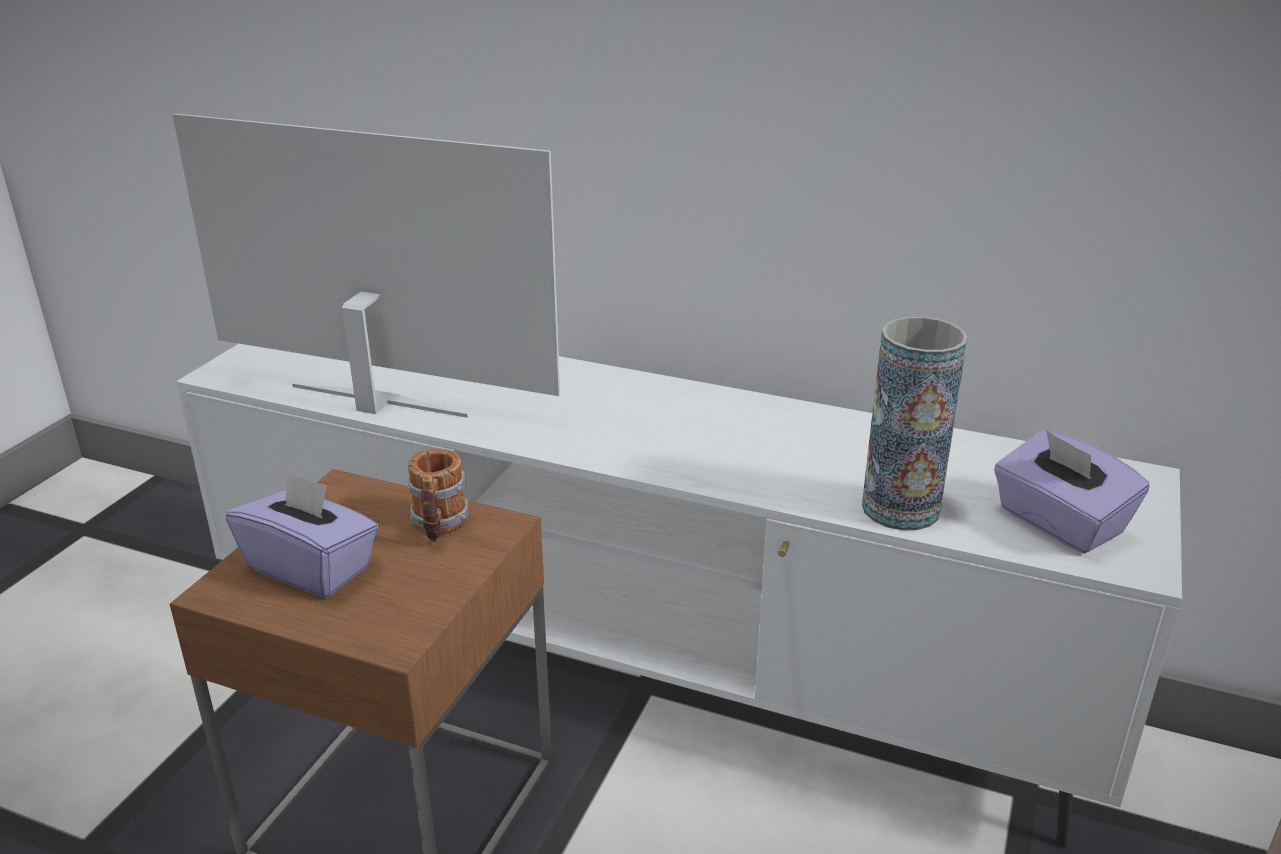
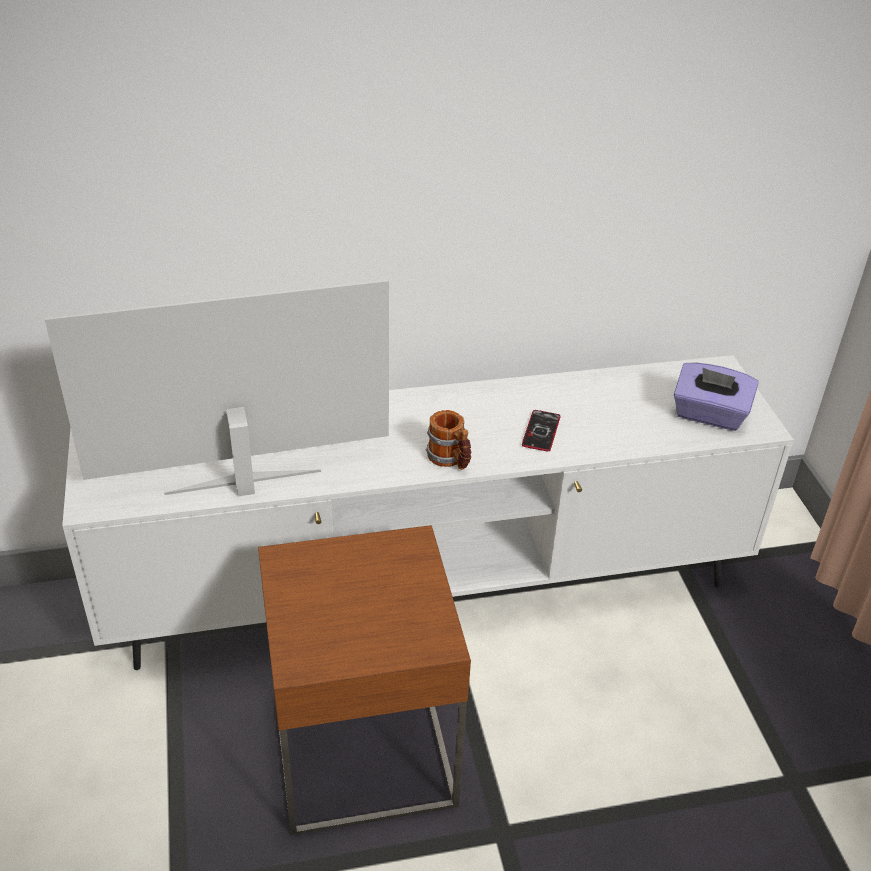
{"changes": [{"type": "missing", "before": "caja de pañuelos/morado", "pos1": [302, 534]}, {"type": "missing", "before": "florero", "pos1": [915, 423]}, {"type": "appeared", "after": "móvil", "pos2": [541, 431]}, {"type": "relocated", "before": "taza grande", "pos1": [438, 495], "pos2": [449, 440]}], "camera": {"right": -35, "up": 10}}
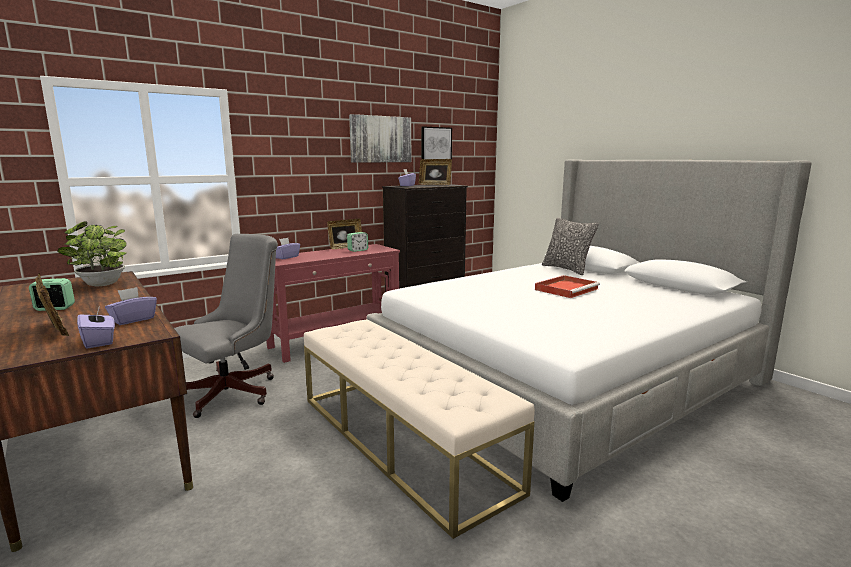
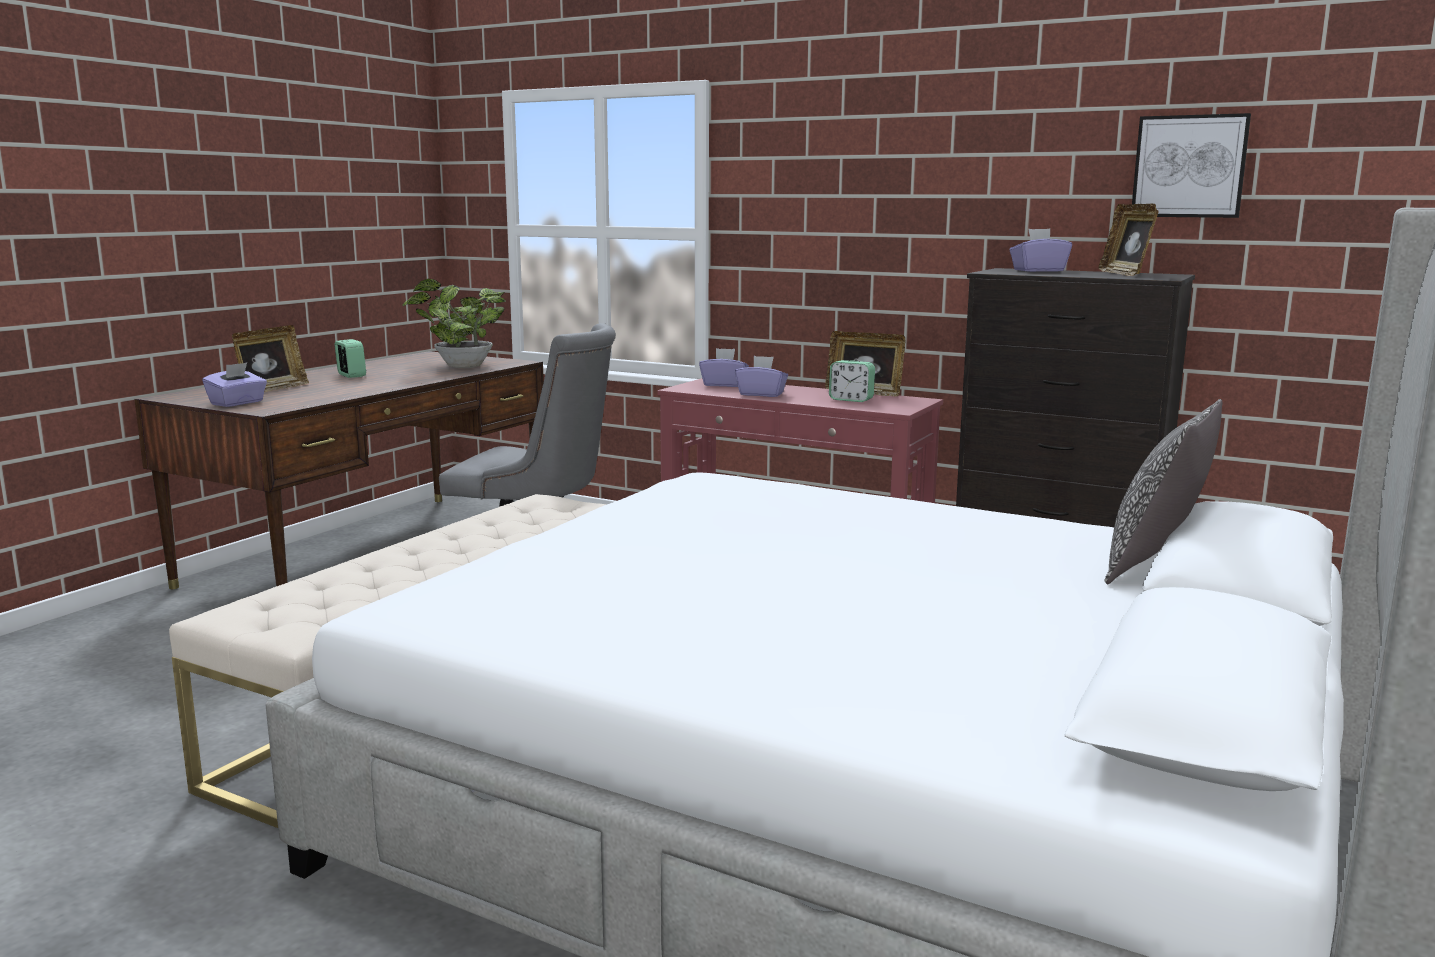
{"changes": [{"type": "missing", "before": "cuadro", "pos1": [380, 138]}, {"type": "missing", "before": "bandeja/rojo", "pos1": [567, 286]}, {"type": "relocated", "before": "caja de pañuelos/morado", "pos1": [131, 306], "pos2": [761, 376]}], "camera": {"right": 65, "up": 0}}
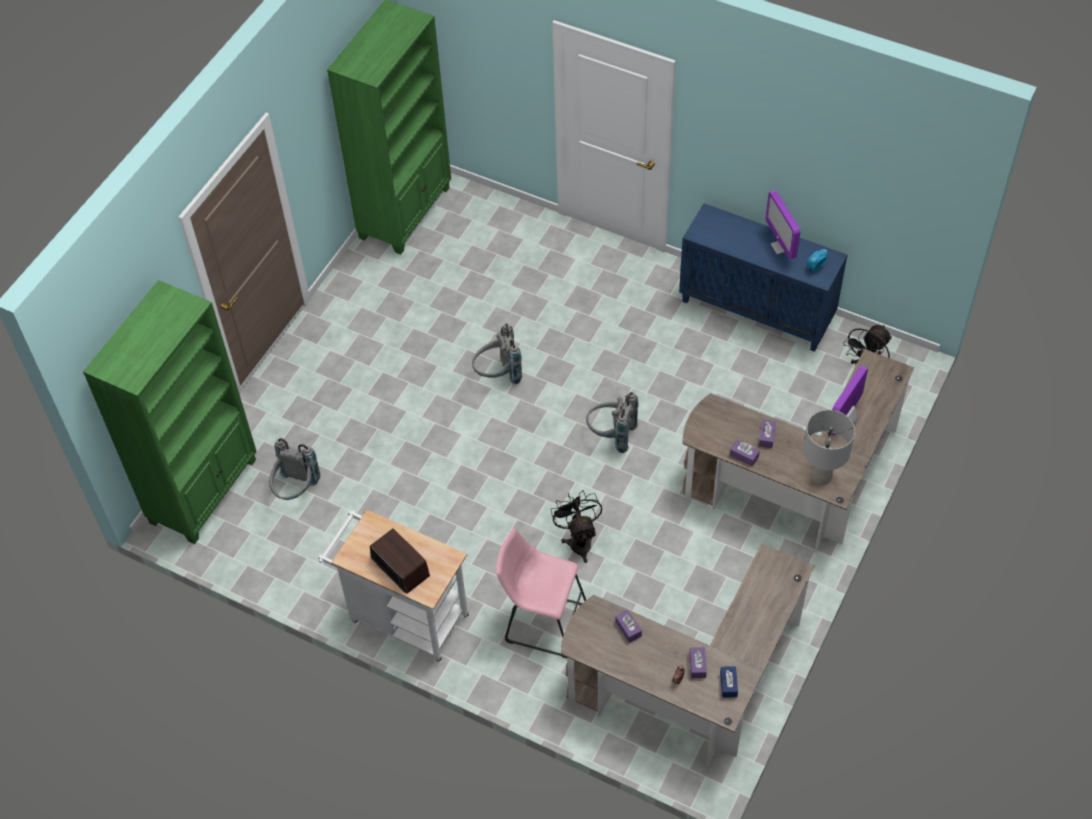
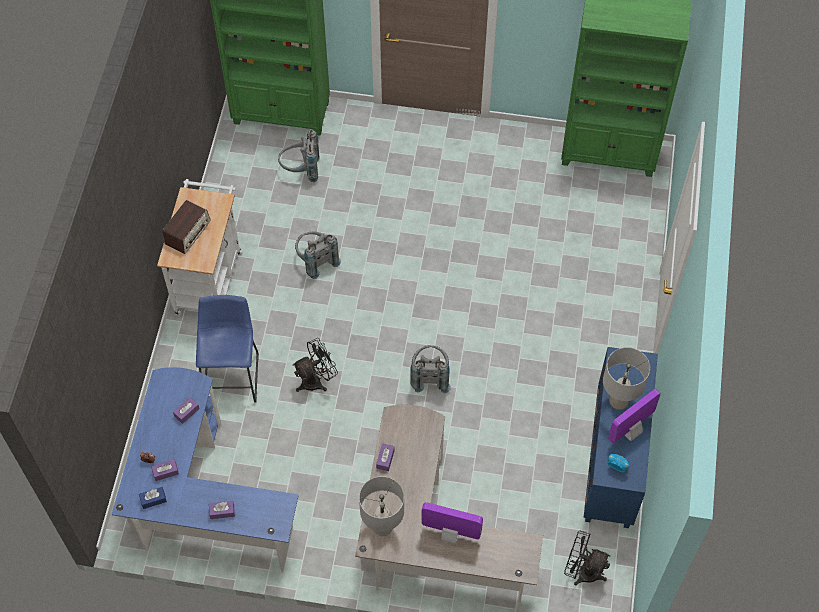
{"changes": [{"type": "appeared", "after": "lámpara de mesa/gris", "pos2": [626, 378]}, {"type": "relocated", "before": "mochila/gris", "pos1": [497, 354], "pos2": [318, 255]}, {"type": "relocated", "before": "caja de pañuelos/morado", "pos1": [767, 434], "pos2": [222, 510]}, {"type": "colour", "before": "taburete/rosa", "after": "taburete/azul", "pos1": [541, 593], "pos2": [227, 348]}, {"type": "colour", "before": "escritorio/marrón", "after": "escritorio/azul", "pos1": [688, 655], "pos2": [205, 470]}], "camera": {"right": 70, "up": 5}}
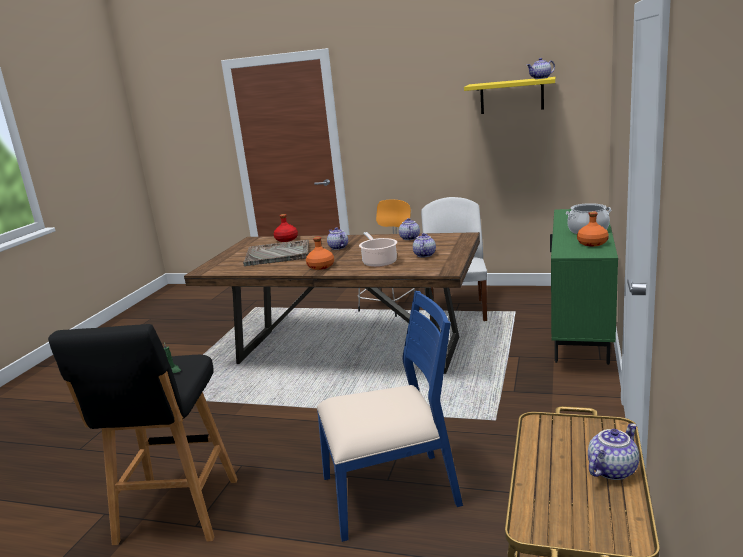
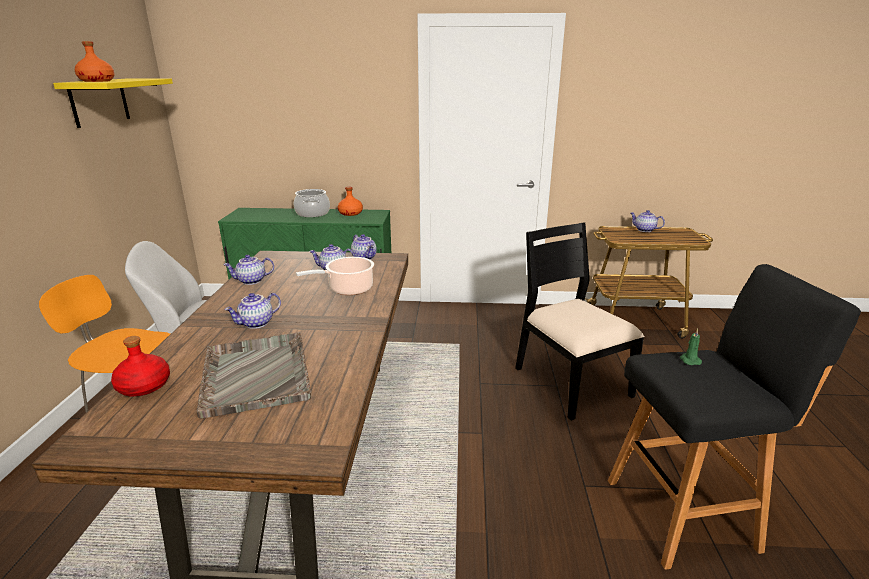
{"changes": [{"type": "relocated", "before": "botella/naranja", "pos1": [320, 253], "pos2": [95, 61]}, {"type": "relocated", "before": "tetera", "pos1": [541, 68], "pos2": [364, 247]}, {"type": "colour", "before": "silla/azul", "after": "silla/negro", "pos1": [390, 416], "pos2": [579, 322]}], "camera": {"right": -105, "up": 5}}
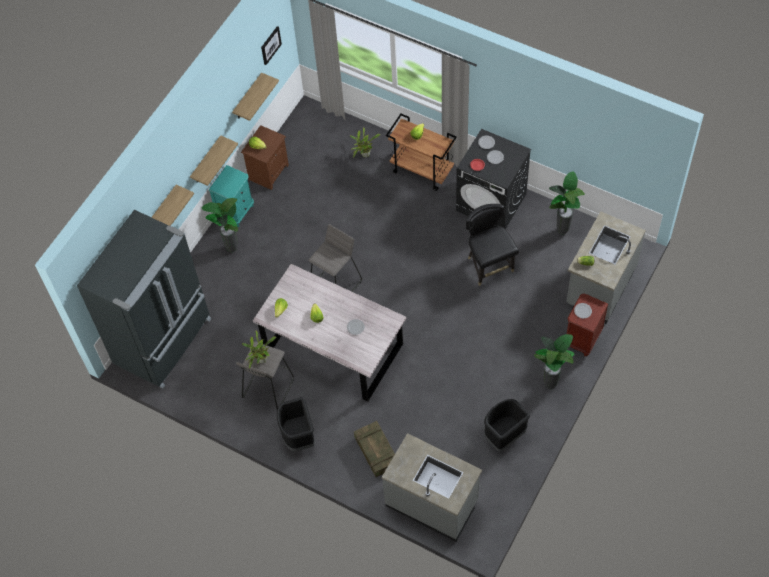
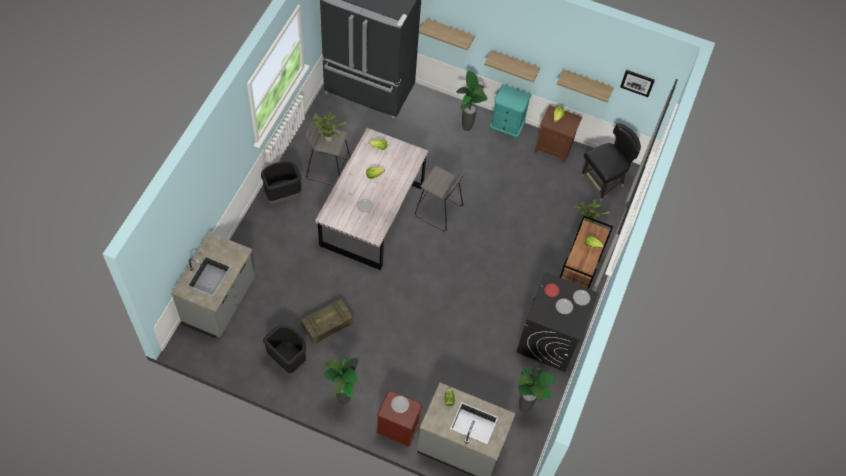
{"changes": [{"type": "relocated", "before": "caja de embalaje", "pos1": [374, 449], "pos2": [327, 321]}, {"type": "relocated", "before": "silla/negro", "pos1": [492, 245], "pos2": [611, 162]}], "camera": {"right": 75, "up": 0}}
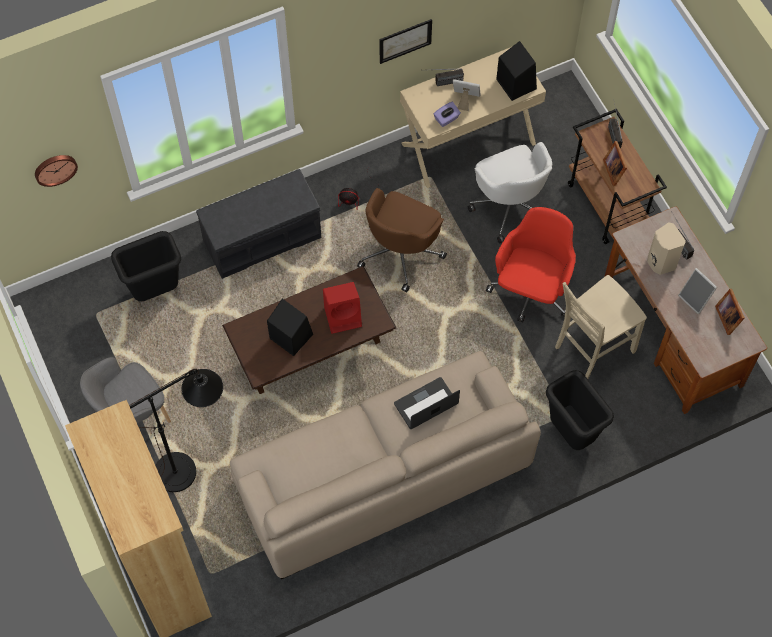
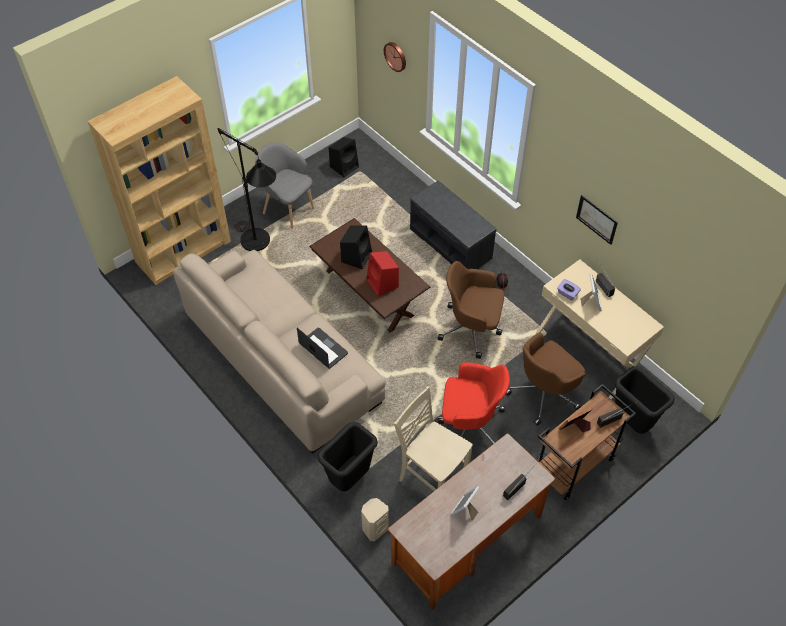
{"changes": [{"type": "missing", "before": "portarretratos", "pos1": [730, 312]}, {"type": "relocated", "before": "papelera/negro", "pos1": [146, 266], "pos2": [645, 400]}, {"type": "relocated", "before": "altavoz/negro", "pos1": [516, 71], "pos2": [344, 157]}, {"type": "relocated", "before": "altavoz/beis", "pos1": [666, 248], "pos2": [375, 519]}, {"type": "colour", "before": "silla de oficina/blanco", "after": "silla de oficina/marrón", "pos1": [510, 193], "pos2": [546, 379]}], "camera": {"right": 75, "up": -10}}
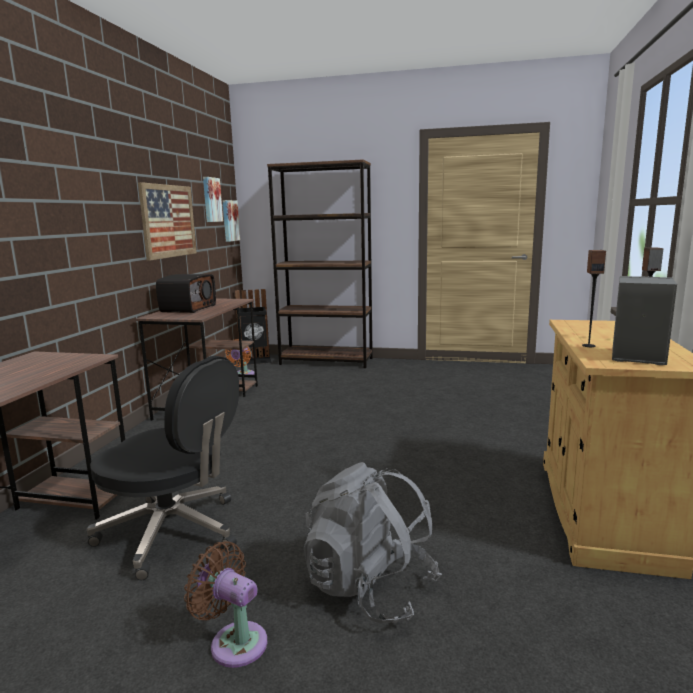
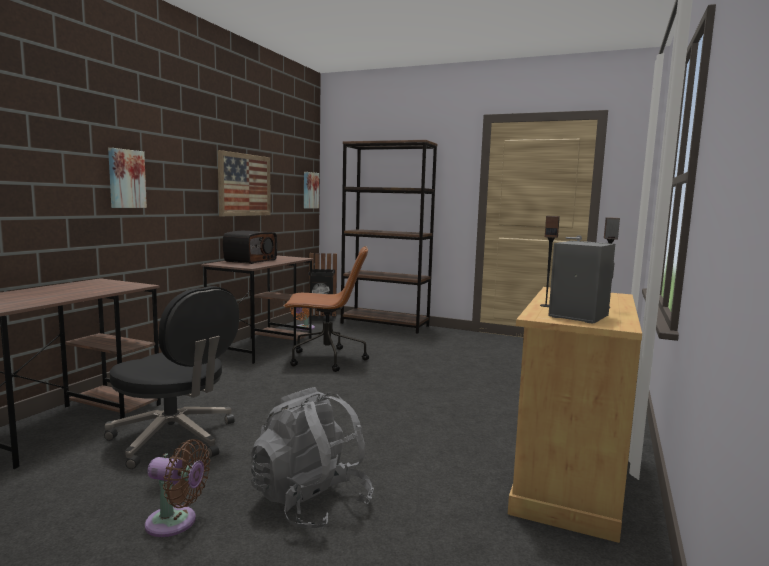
{"changes": [{"type": "appeared", "after": "silla de oficina/marrón", "pos2": [326, 309]}, {"type": "relocated", "before": "cuadro", "pos1": [213, 199], "pos2": [127, 178]}, {"type": "spun", "before": "ventilador/marrón", "pos1": [225, 604], "pos2": [177, 488], "turn": 150}], "camera": {"right": 10, "up": -5}}
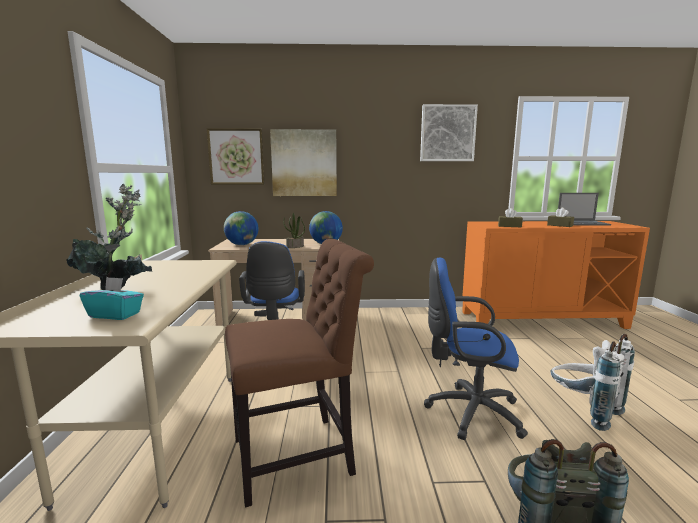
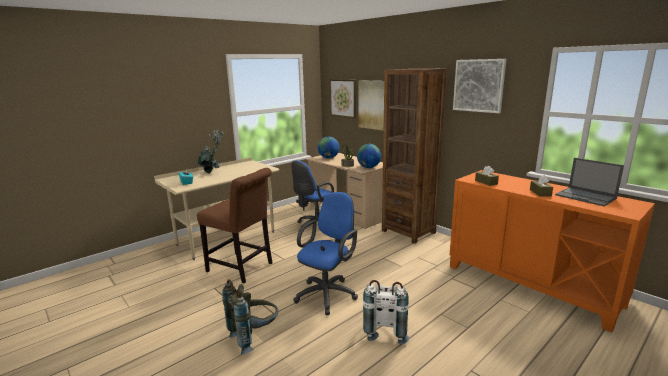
{"changes": [{"type": "appeared", "after": "estantería/marrón", "pos2": [414, 156]}, {"type": "spun", "before": "silla de oficina/azul", "pos1": [476, 349], "pos2": [325, 253], "turn": 60}], "camera": {"right": 50, "up": 5}}
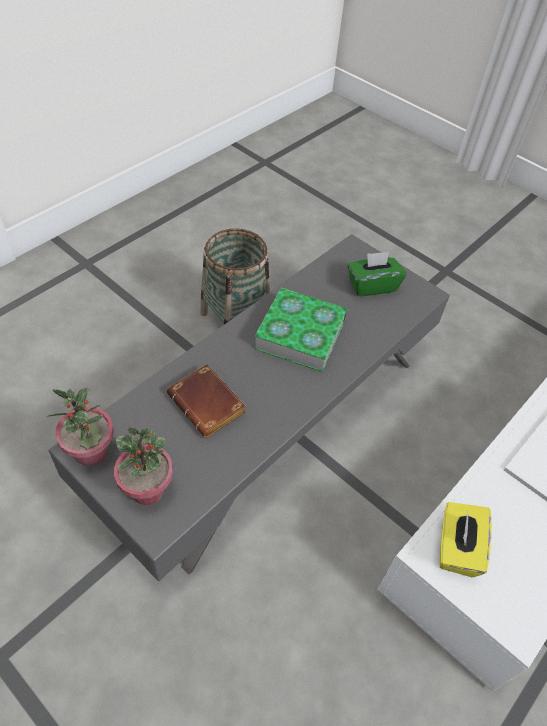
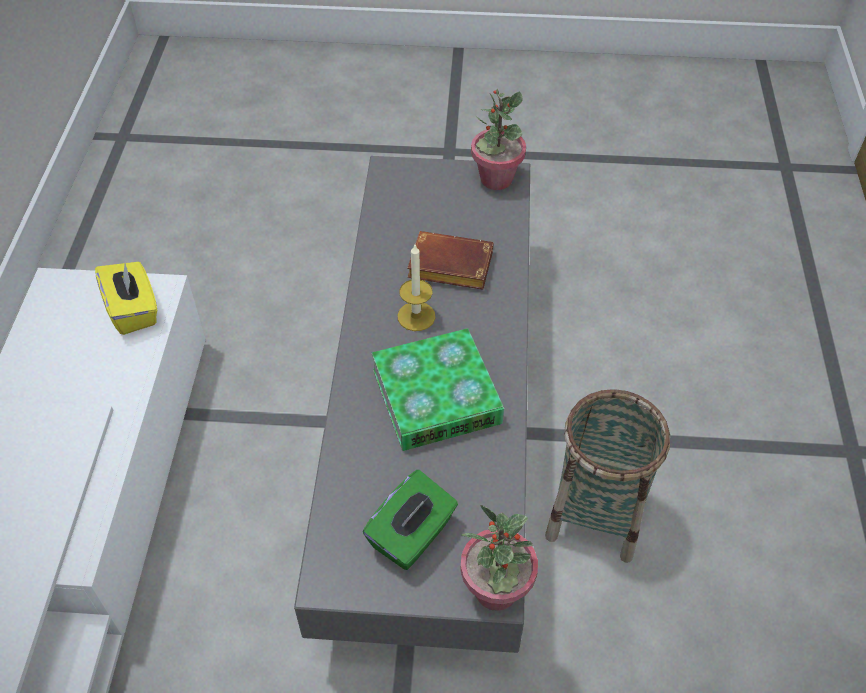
{"changes": [{"type": "appeared", "after": "vela", "pos2": [416, 288]}, {"type": "relocated", "before": "planta en maceta", "pos1": [143, 466], "pos2": [499, 558]}], "camera": {"right": 145, "up": 0}}
